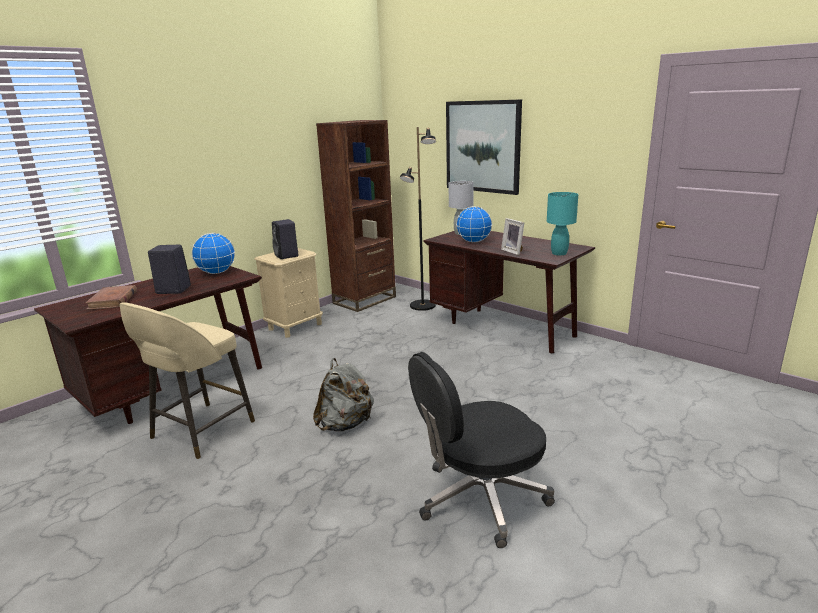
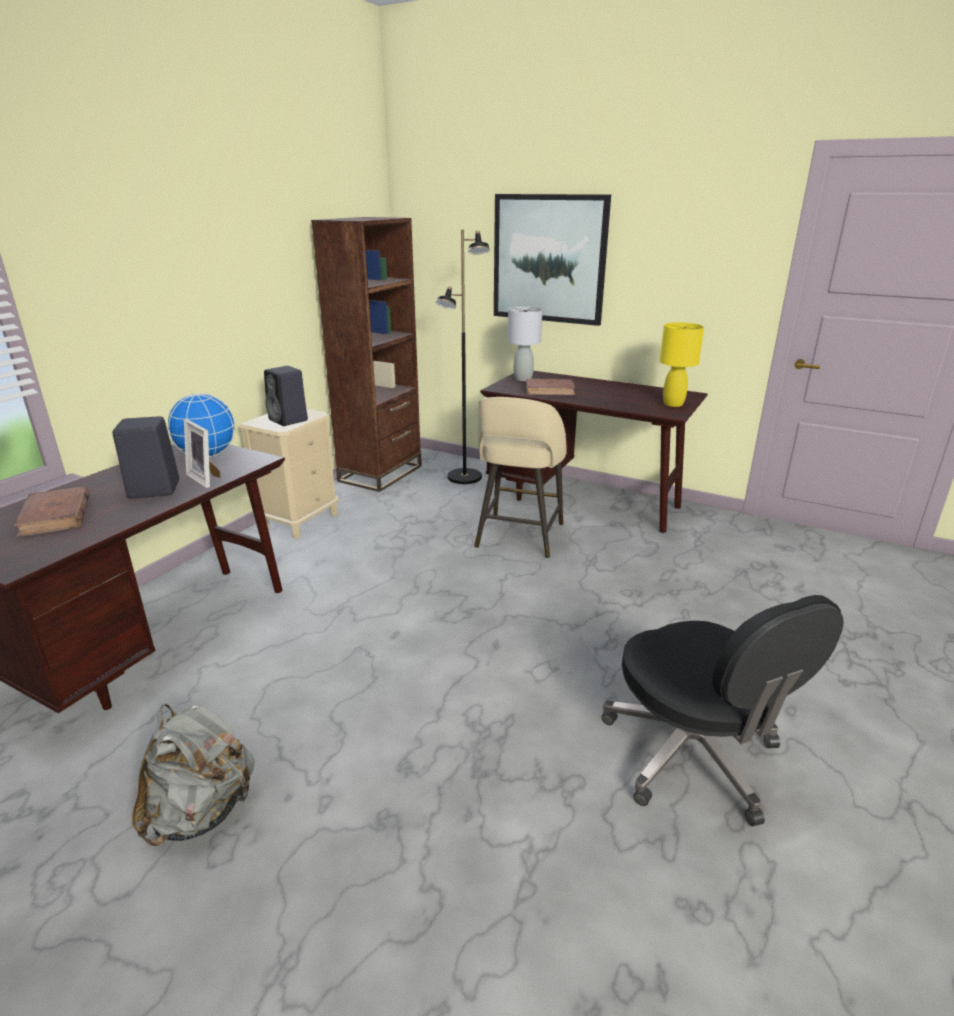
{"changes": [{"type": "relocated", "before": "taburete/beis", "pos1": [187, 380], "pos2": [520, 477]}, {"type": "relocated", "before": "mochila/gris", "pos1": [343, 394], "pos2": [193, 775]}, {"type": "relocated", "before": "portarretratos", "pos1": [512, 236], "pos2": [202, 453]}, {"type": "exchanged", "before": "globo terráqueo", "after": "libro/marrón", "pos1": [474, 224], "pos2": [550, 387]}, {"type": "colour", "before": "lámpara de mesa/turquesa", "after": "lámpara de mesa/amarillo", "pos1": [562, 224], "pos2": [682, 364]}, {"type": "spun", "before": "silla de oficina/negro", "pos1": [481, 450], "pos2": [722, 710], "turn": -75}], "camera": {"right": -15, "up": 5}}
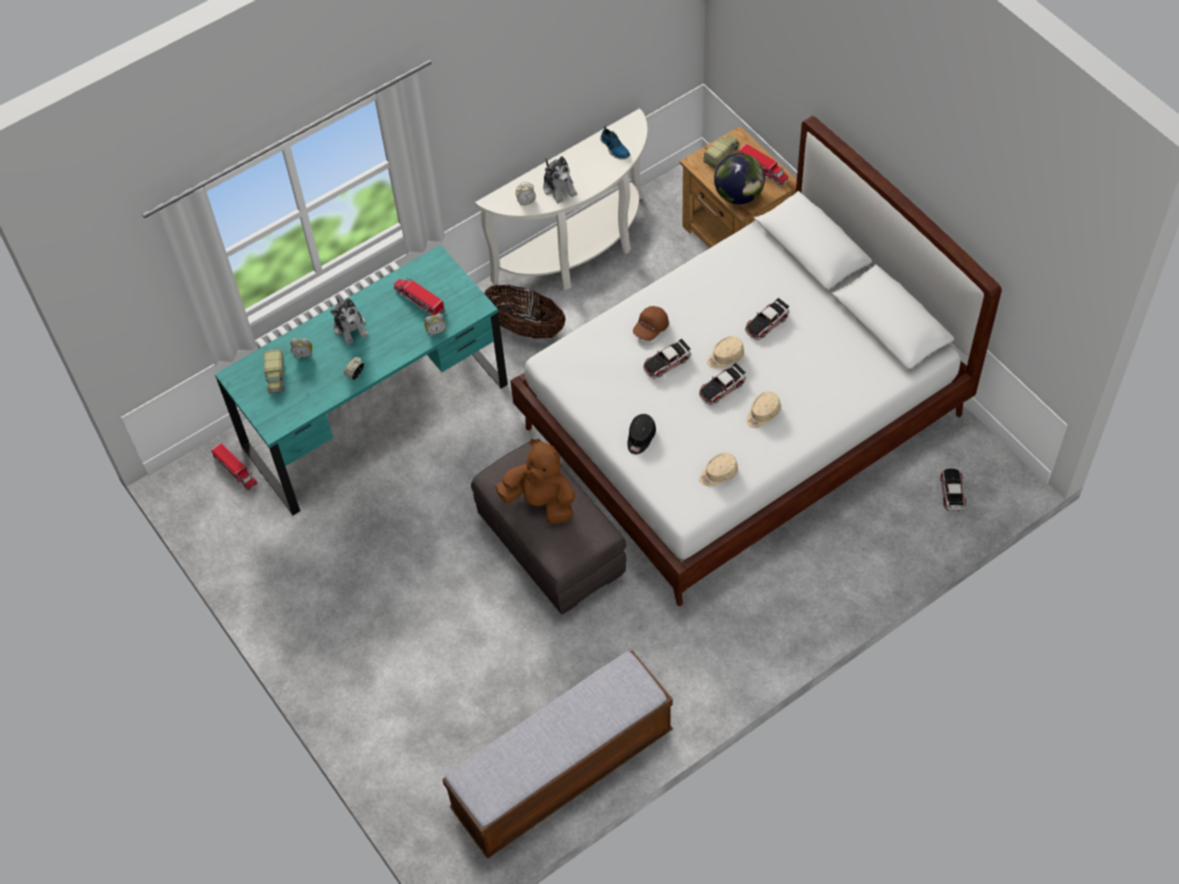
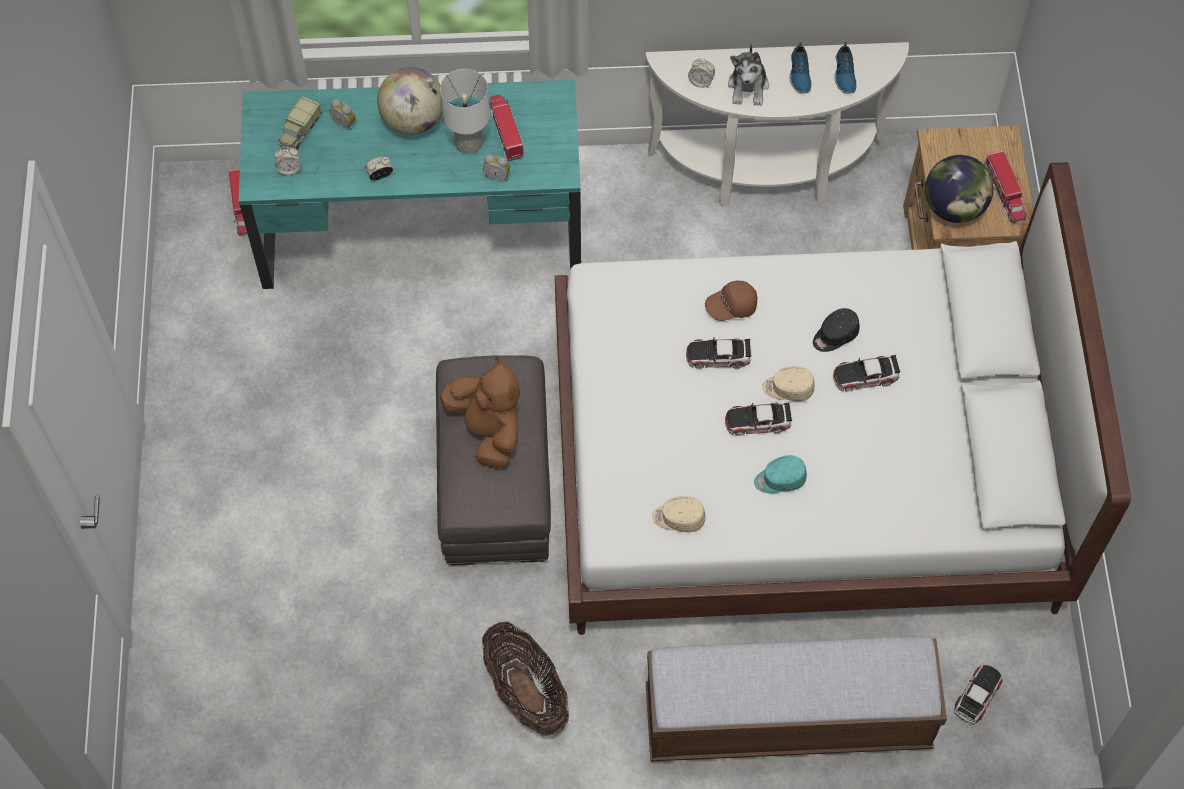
{"changes": [{"type": "missing", "before": "camión de juguete", "pos1": [721, 152]}, {"type": "appeared", "after": "despertador", "pos2": [287, 161]}, {"type": "appeared", "after": "lámpara de mesa/blanco", "pos2": [465, 111]}, {"type": "appeared", "after": "zapato", "pos2": [800, 68]}, {"type": "relocated", "before": "banco", "pos1": [557, 754], "pos2": [796, 698]}, {"type": "relocated", "before": "cesta", "pos1": [525, 312], "pos2": [525, 679]}, {"type": "relocated", "before": "gorra/negro", "pos1": [641, 434], "pos2": [836, 330]}, {"type": "exchanged", "before": "peluche", "after": "globo terráqueo", "pos1": [349, 321], "pos2": [410, 101]}, {"type": "colour", "before": "gorra/beis", "after": "gorra/turquesa", "pos1": [764, 409], "pos2": [780, 474]}], "camera": {"right": 30, "up": 5}}
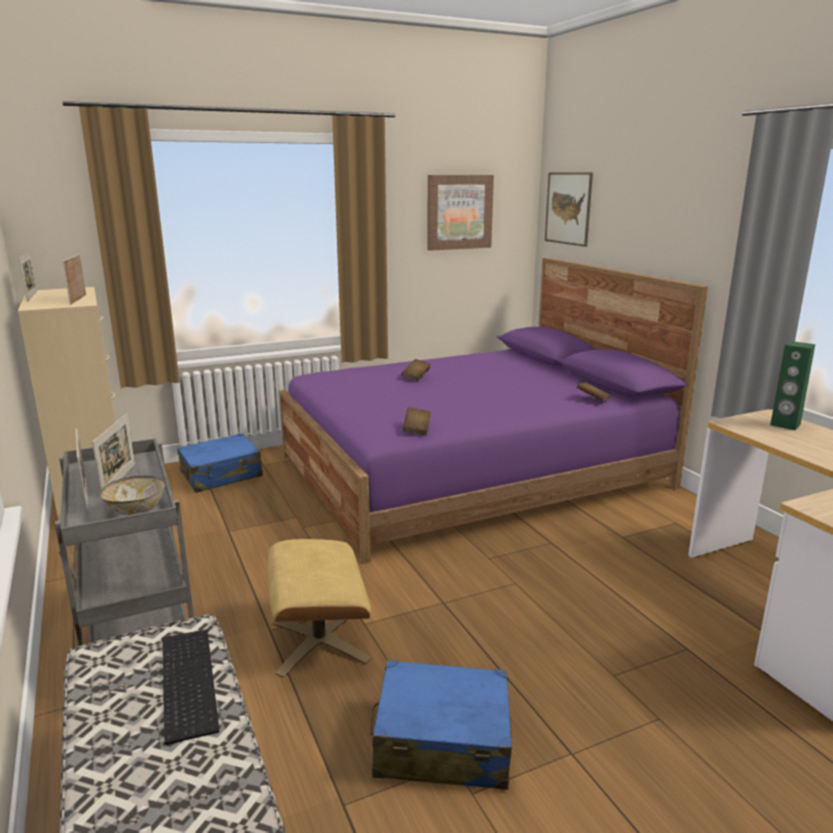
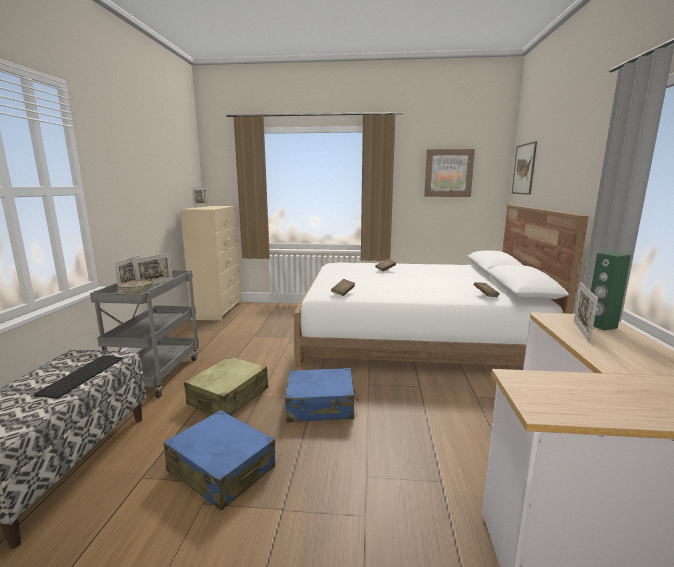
{"changes": [{"type": "relocated", "before": "portarretratos", "pos1": [74, 279], "pos2": [586, 312]}, {"type": "relocated", "before": "maleta/azul", "pos1": [220, 463], "pos2": [322, 395]}, {"type": "exchanged", "before": "puf/beis", "after": "maleta/beis", "pos1": [319, 608], "pos2": [226, 385]}, {"type": "colour", "before": "cama/morado", "after": "cama/blanco", "pos1": [493, 411], "pos2": [441, 286]}], "camera": {"right": 30, "up": -5}}
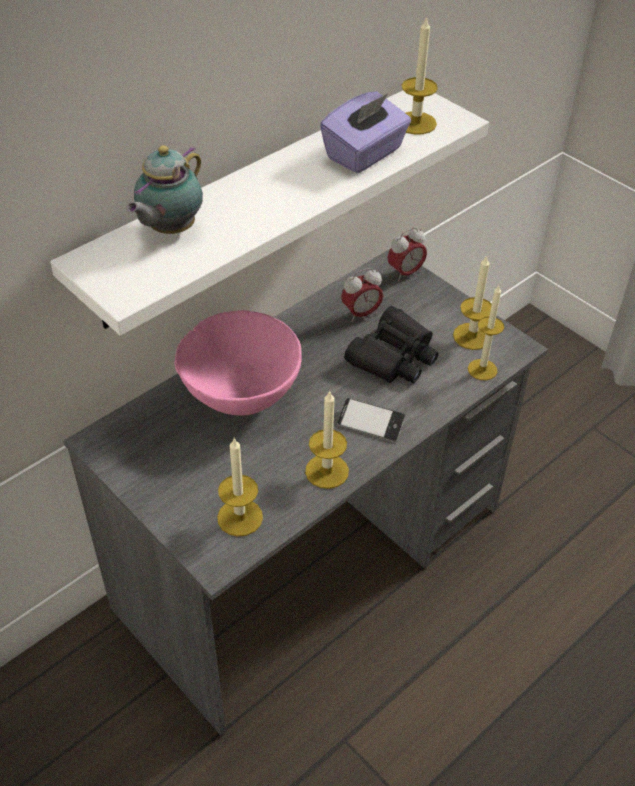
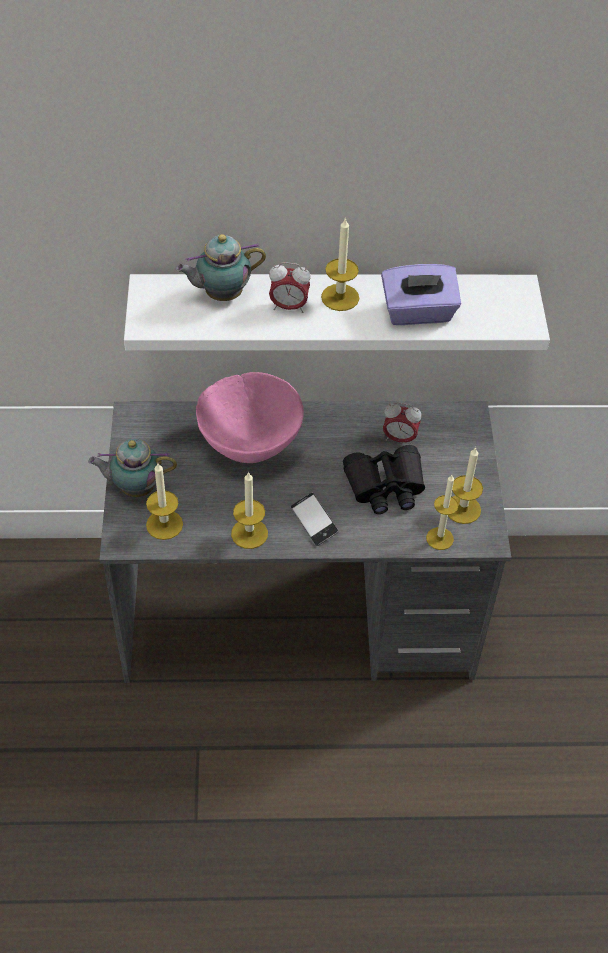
{"changes": [{"type": "appeared", "after": "tetera", "pos2": [132, 468]}, {"type": "relocated", "before": "despertador", "pos1": [407, 254], "pos2": [289, 287]}, {"type": "relocated", "before": "vela", "pos1": [420, 75], "pos2": [340, 264]}], "camera": {"right": 40, "up": 5}}
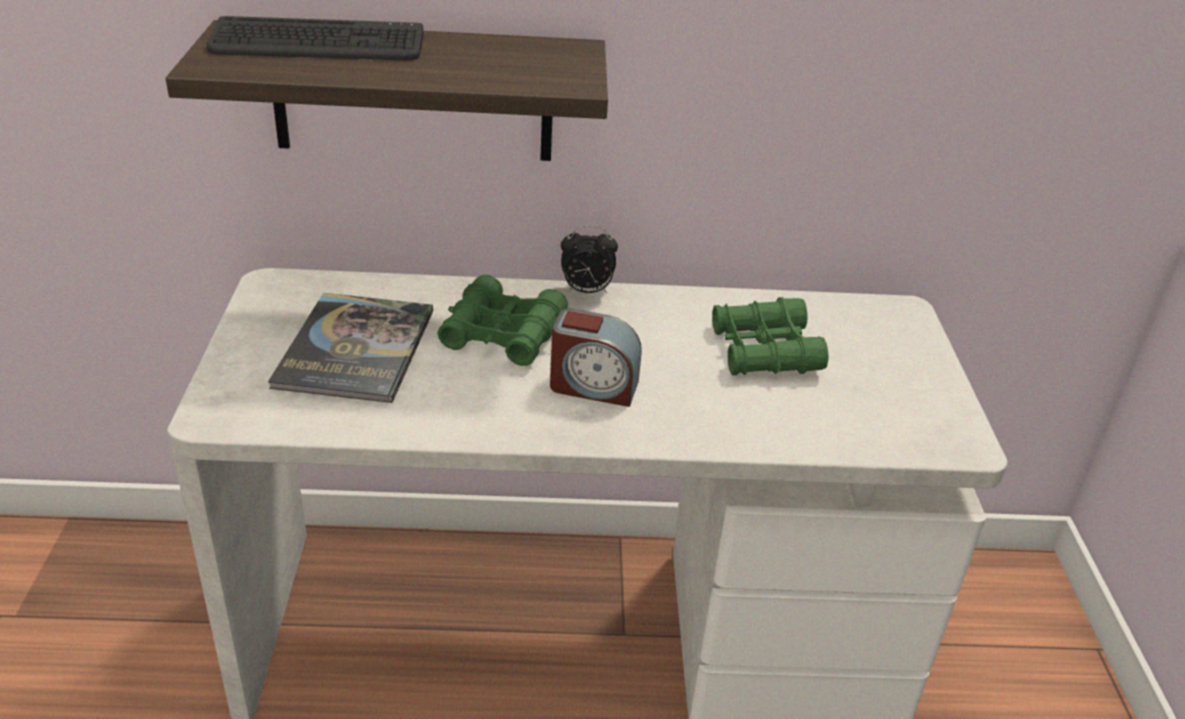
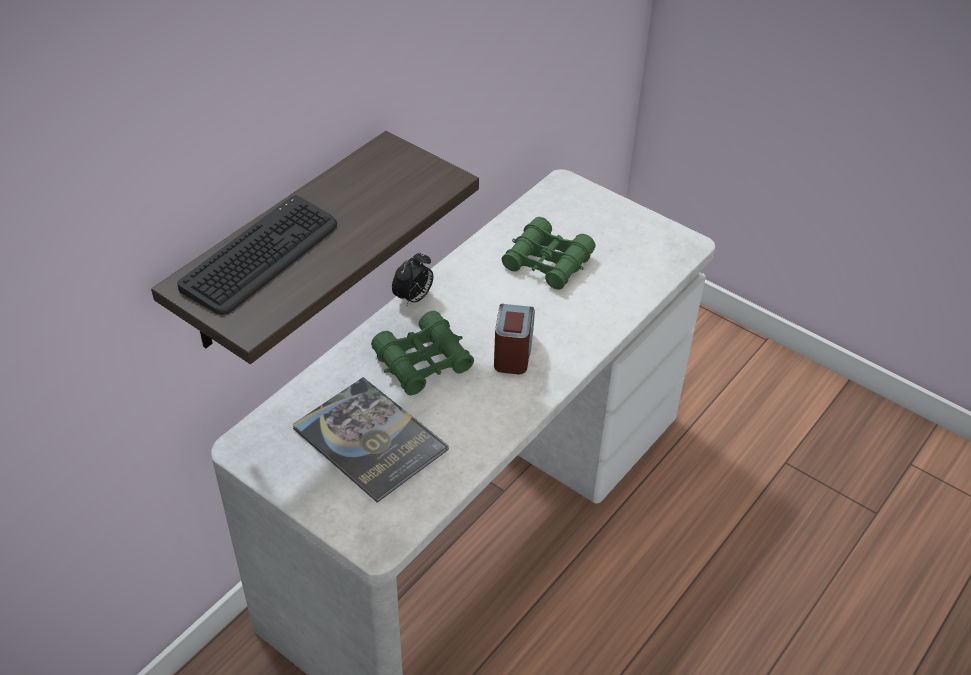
{"changes": [{"type": "spun", "before": "despertador", "pos1": [596, 358], "pos2": [514, 339], "turn": -45}], "camera": {"right": -50, "up": 10}}
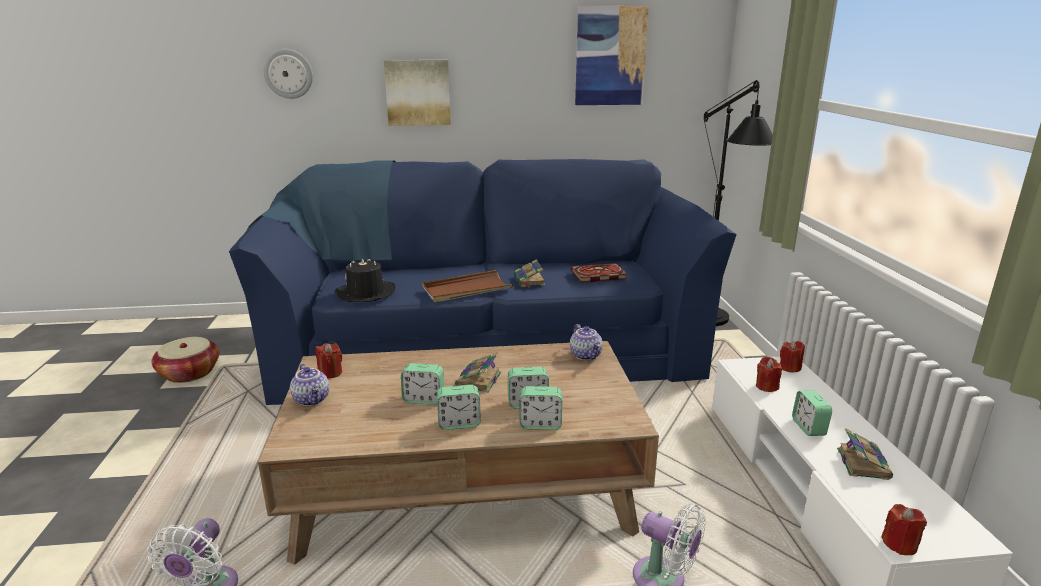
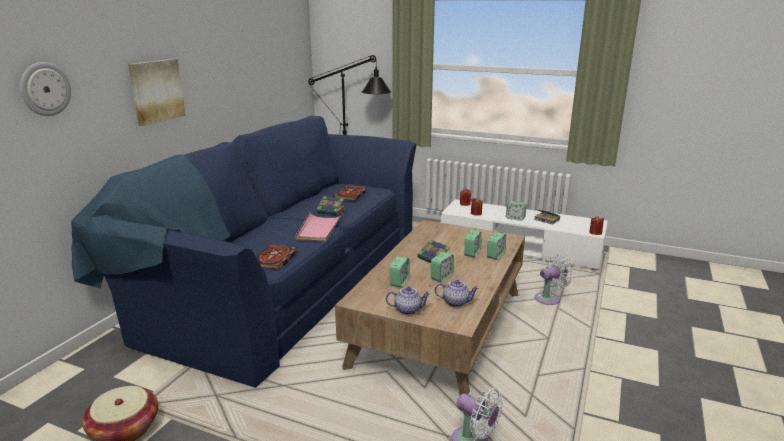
{"changes": [{"type": "missing", "before": "vela/rojo", "pos1": [329, 360]}, {"type": "missing", "before": "cuadro", "pos1": [612, 55]}, {"type": "relocated", "before": "despertador", "pos1": [459, 407], "pos2": [399, 272]}, {"type": "relocated", "before": "tetera", "pos1": [586, 342], "pos2": [457, 293]}, {"type": "exchanged", "before": "sombrero/negro", "after": "libro", "pos1": [365, 280], "pos2": [276, 257]}, {"type": "colour", "before": "bandeja/marrón", "after": "bandeja/rosa", "pos1": [467, 286], "pos2": [318, 227]}], "camera": {"right": -60, "up": 0}}
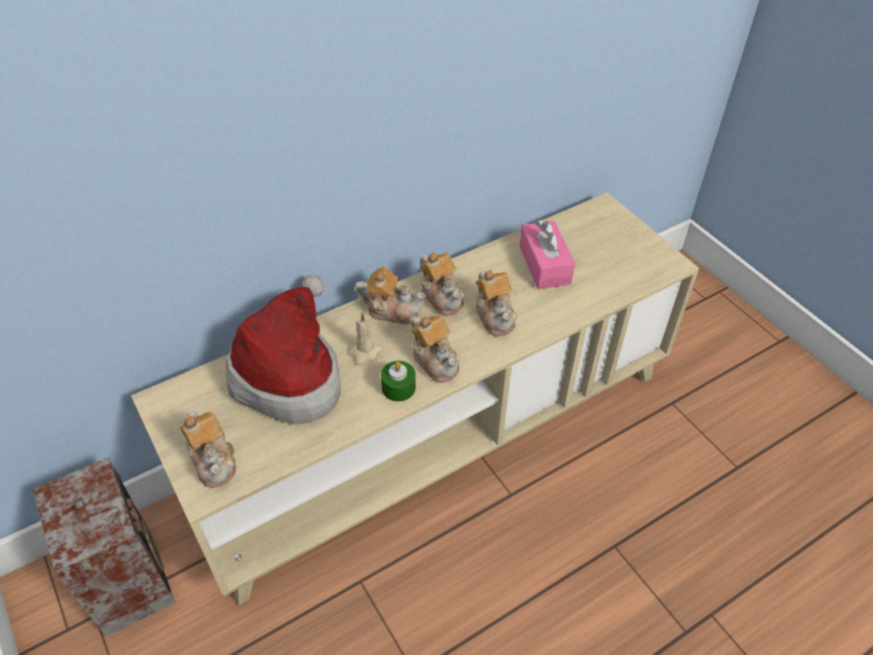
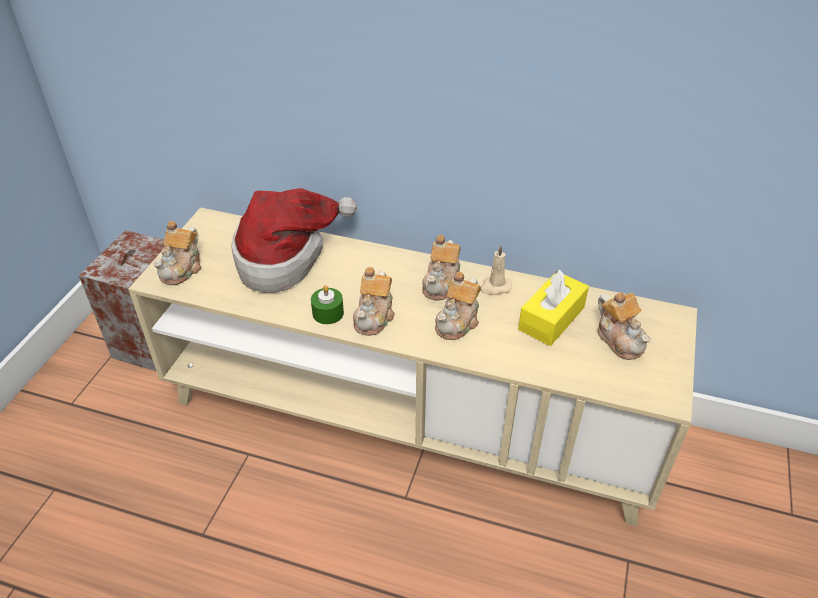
{"changes": [{"type": "relocated", "before": "vela/beis", "pos1": [366, 339], "pos2": [496, 270]}, {"type": "relocated", "before": "tetera", "pos1": [390, 295], "pos2": [624, 326]}, {"type": "colour", "before": "caja de pañuelos/rosa", "after": "caja de pañuelos/amarillo", "pos1": [547, 254], "pos2": [553, 308]}], "camera": {"right": 50, "up": -5}}
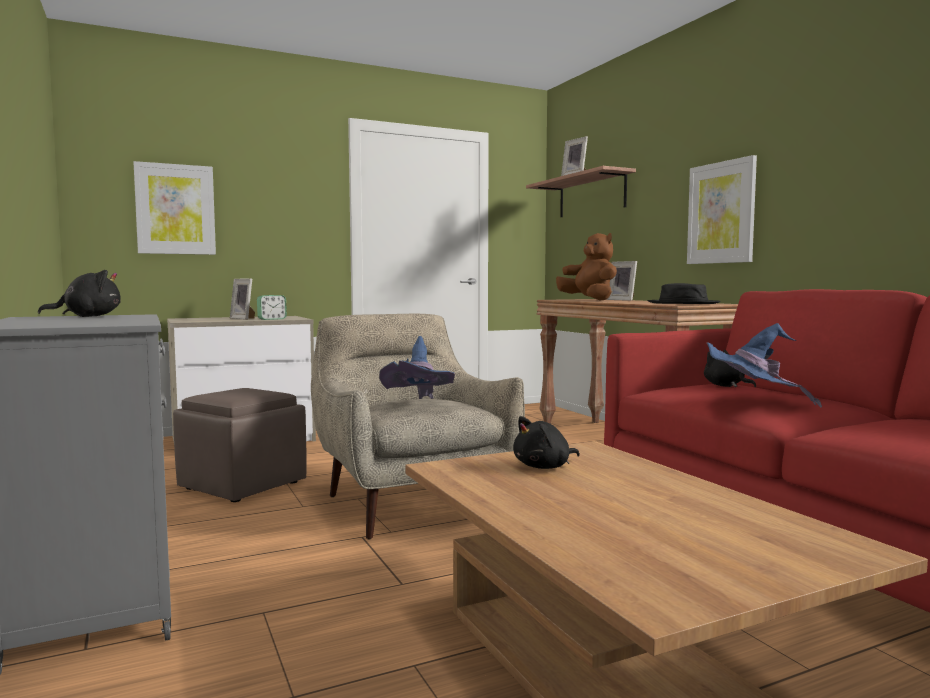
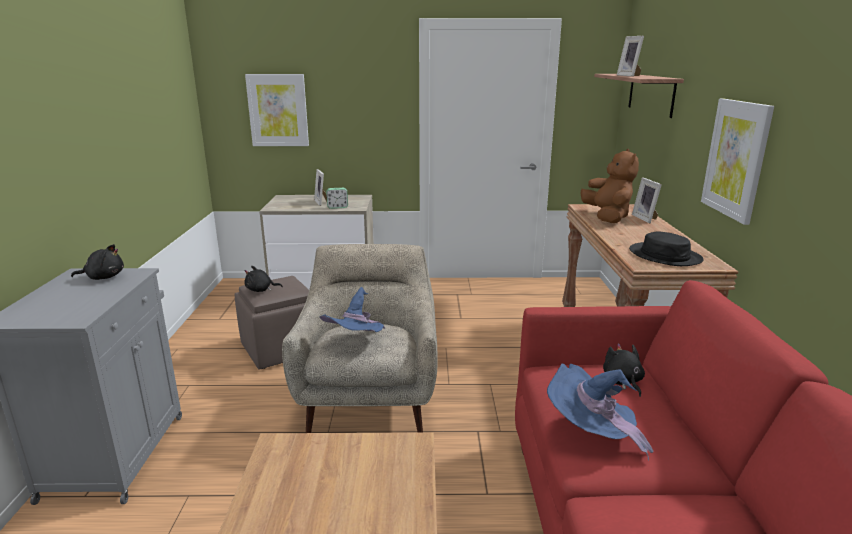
{"changes": [{"type": "relocated", "before": "peluche/negro", "pos1": [546, 442], "pos2": [263, 279]}], "camera": {"right": 25, "up": 15}}
